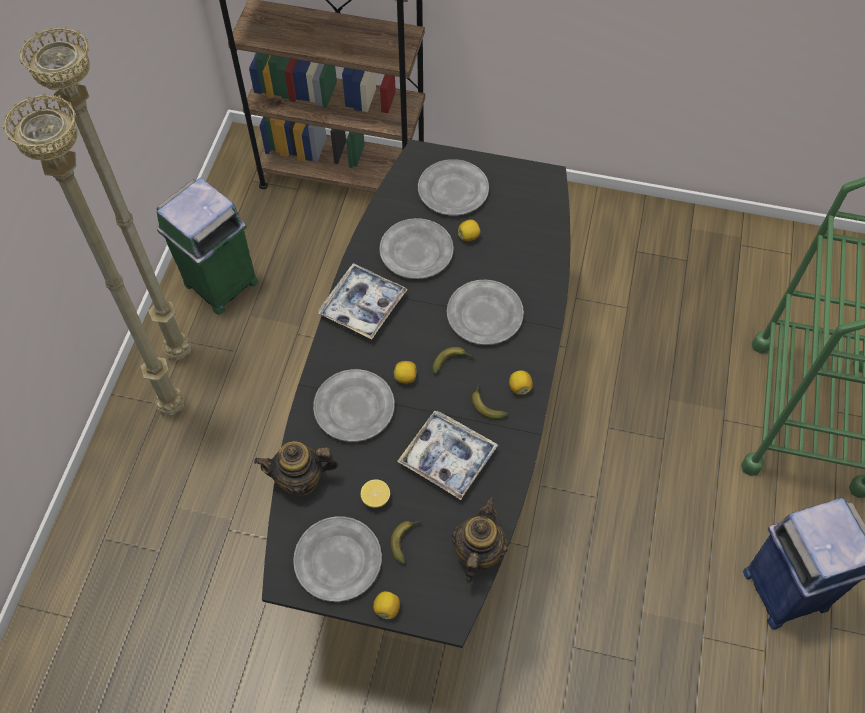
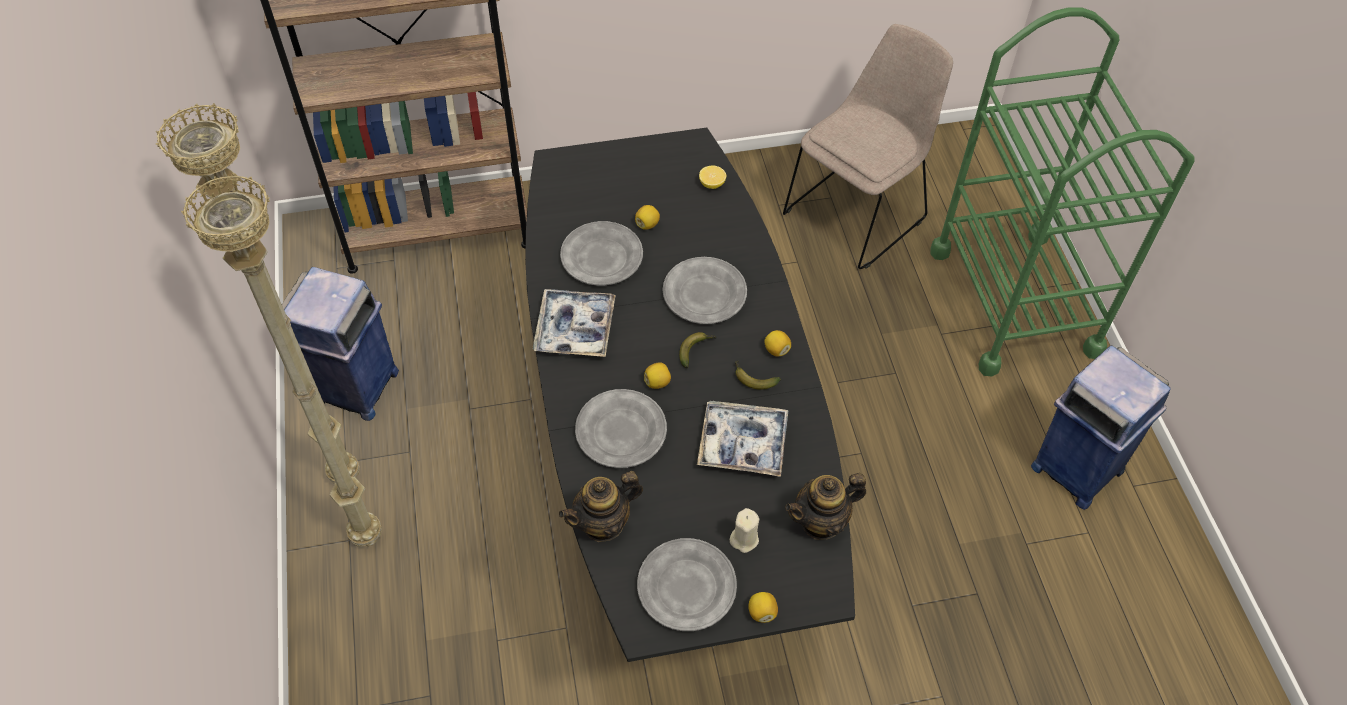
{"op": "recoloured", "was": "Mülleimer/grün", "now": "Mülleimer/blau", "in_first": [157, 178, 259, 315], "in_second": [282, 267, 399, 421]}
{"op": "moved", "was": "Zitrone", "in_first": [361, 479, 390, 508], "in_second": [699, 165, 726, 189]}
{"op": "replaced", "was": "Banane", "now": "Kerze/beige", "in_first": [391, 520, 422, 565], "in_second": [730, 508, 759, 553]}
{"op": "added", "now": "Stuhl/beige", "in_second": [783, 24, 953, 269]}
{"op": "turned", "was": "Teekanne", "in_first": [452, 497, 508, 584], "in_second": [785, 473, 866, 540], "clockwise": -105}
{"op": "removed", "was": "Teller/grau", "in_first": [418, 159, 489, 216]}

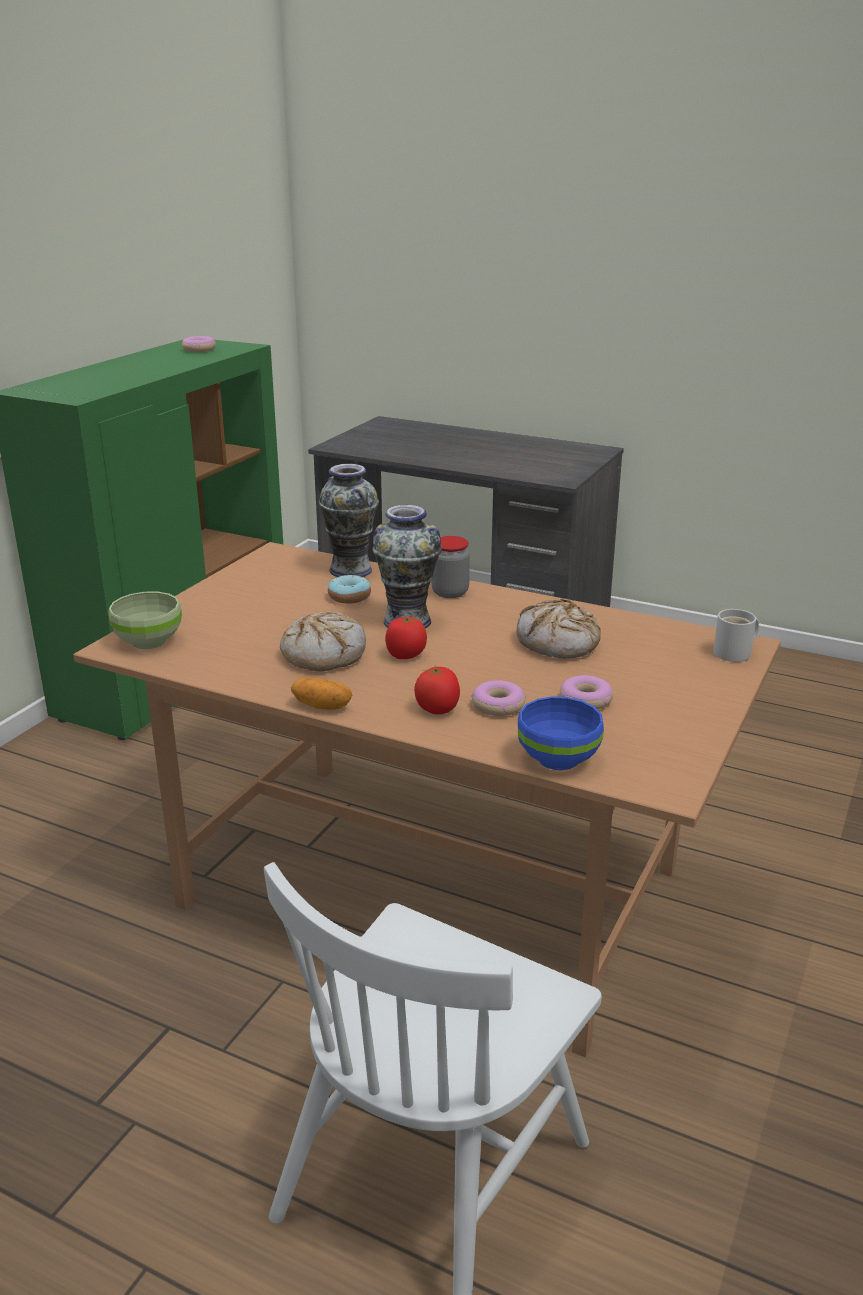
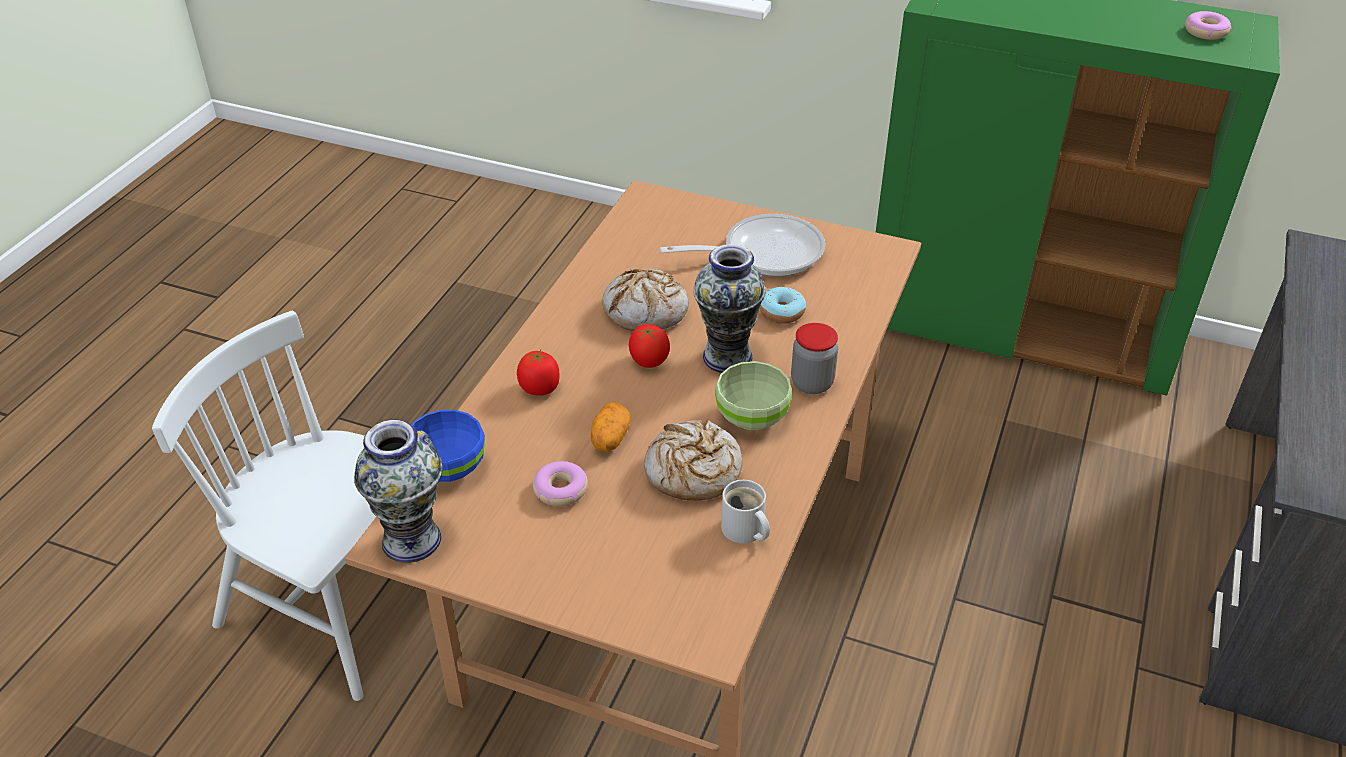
{"op": "moved", "was": "Vase", "in_first": [319, 464, 379, 577], "in_second": [354, 420, 442, 563]}
{"op": "moved", "was": "Kartoffel", "in_first": [291, 677, 352, 710], "in_second": [591, 402, 631, 452]}
{"op": "added", "now": "Pfanne", "in_second": [660, 214, 825, 276]}
{"op": "moved", "was": "Schüssel/grün", "in_first": [109, 592, 182, 649], "in_second": [715, 361, 792, 430]}
{"op": "moved", "was": "Henkelbecher/weiß", "in_first": [713, 609, 759, 662], "in_second": [721, 480, 770, 544]}
{"op": "removed", "was": "Donut", "in_first": [472, 680, 526, 716]}

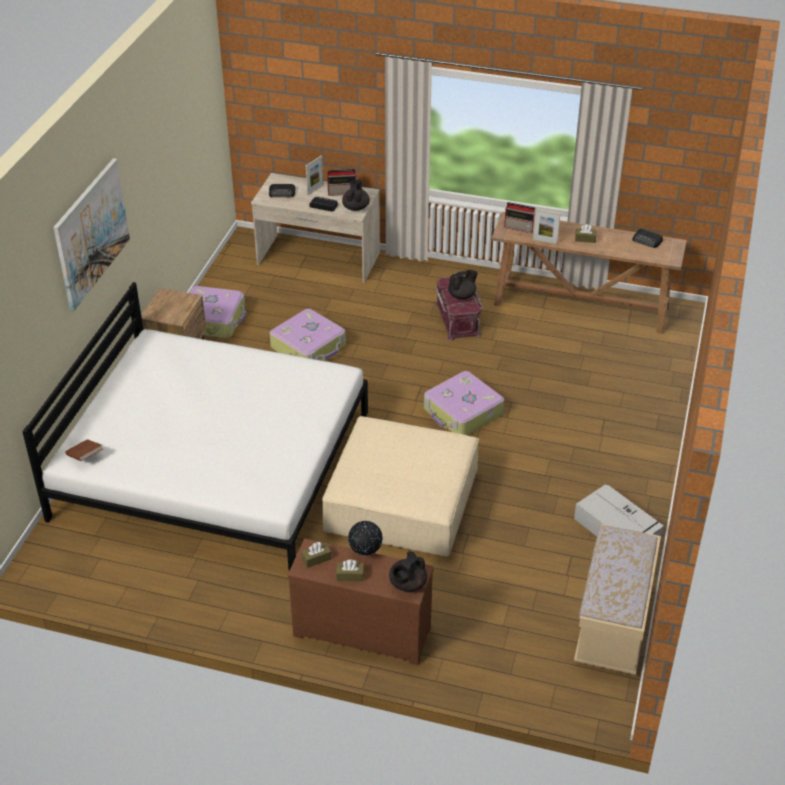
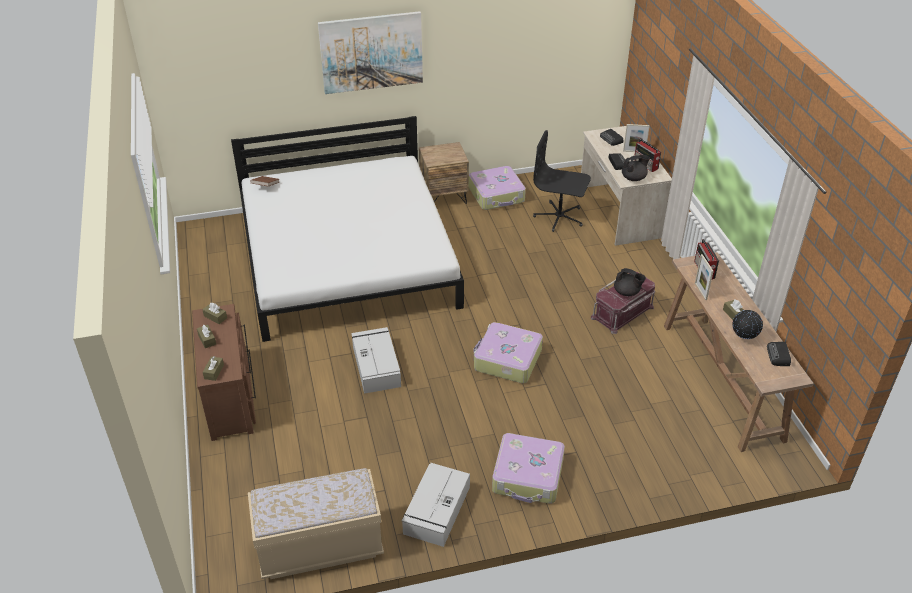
{"op": "replaced", "was": "Teekanne/schwarz", "now": "Taschentuchbox/braun", "in_first": [389, 551, 427, 592], "in_second": [203, 356, 224, 381]}
{"op": "replaced", "was": "Polsterhocker/beige", "now": "Aufbewahrungsbox/grau", "in_first": [322, 416, 479, 557], "in_second": [351, 327, 401, 394]}
{"op": "moved", "was": "Koffer", "in_first": [270, 309, 346, 361], "in_second": [492, 433, 565, 504]}
{"op": "added", "now": "Bürostuhl/schwarz", "in_second": [533, 130, 591, 232]}
{"op": "moved", "was": "Globus", "in_first": [348, 521, 383, 556], "in_second": [733, 310, 763, 339]}

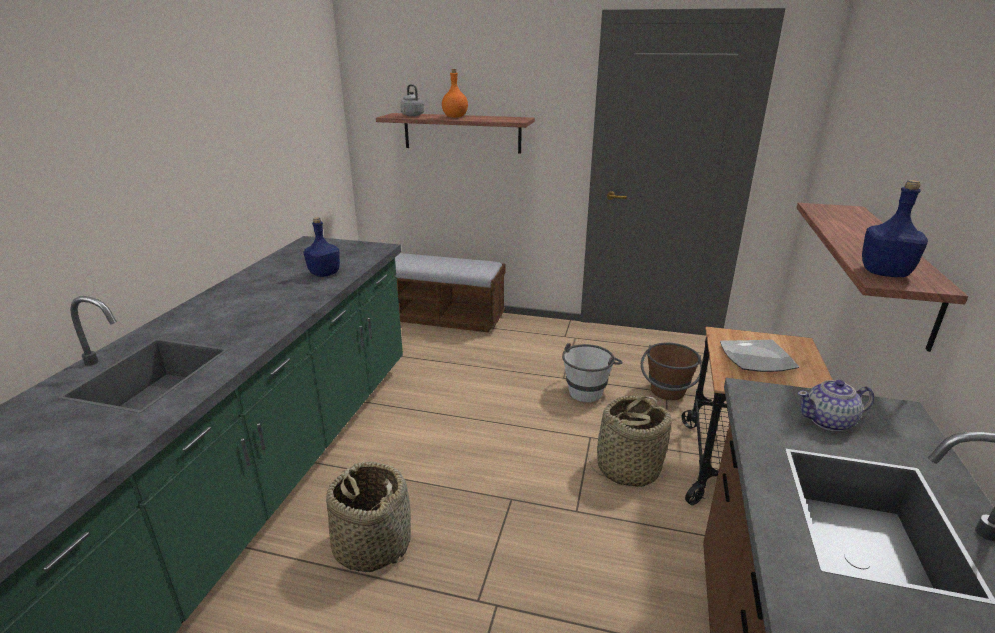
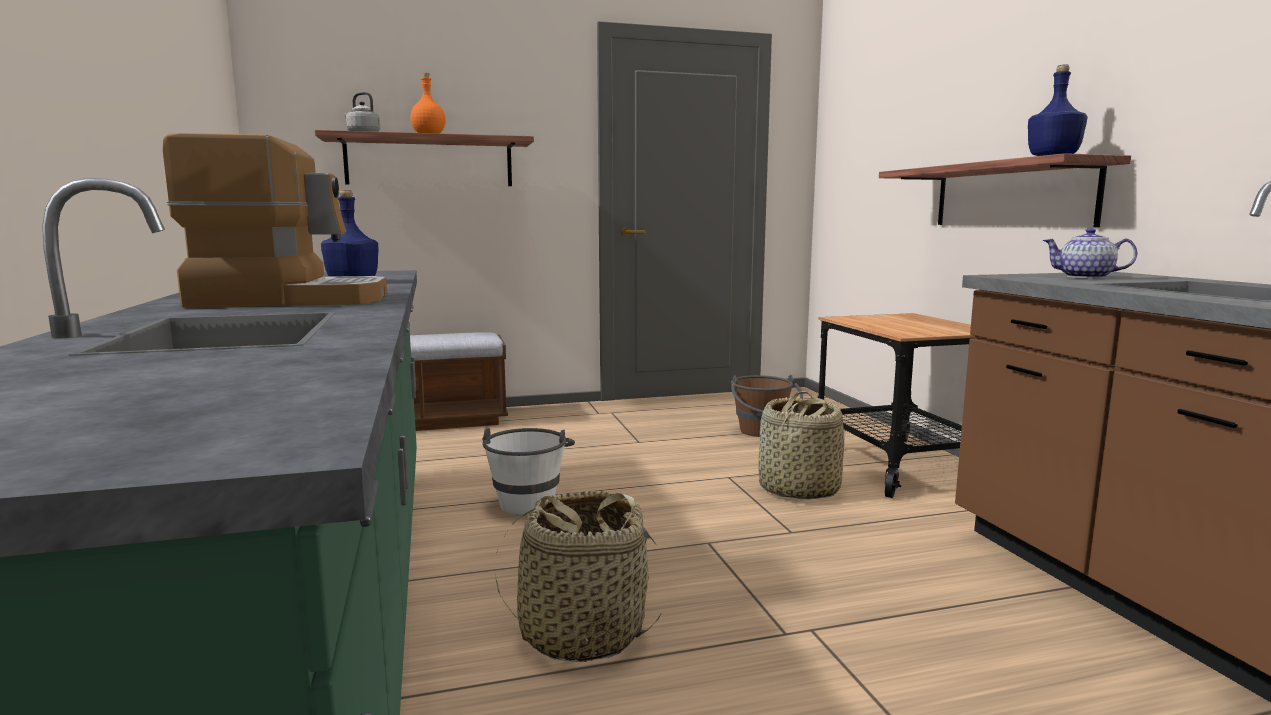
{"op": "added", "now": "Kaffeemaschine", "in_second": [163, 133, 387, 308]}
{"op": "moved", "was": "Eimer/weiß", "in_first": [562, 343, 623, 402], "in_second": [482, 428, 575, 515]}
{"op": "turned", "was": "Teekanne", "in_first": [798, 380, 874, 432], "in_second": [1043, 228, 1138, 279], "clockwise": 60}
{"op": "removed", "was": "Teller", "in_first": [720, 340, 799, 372]}

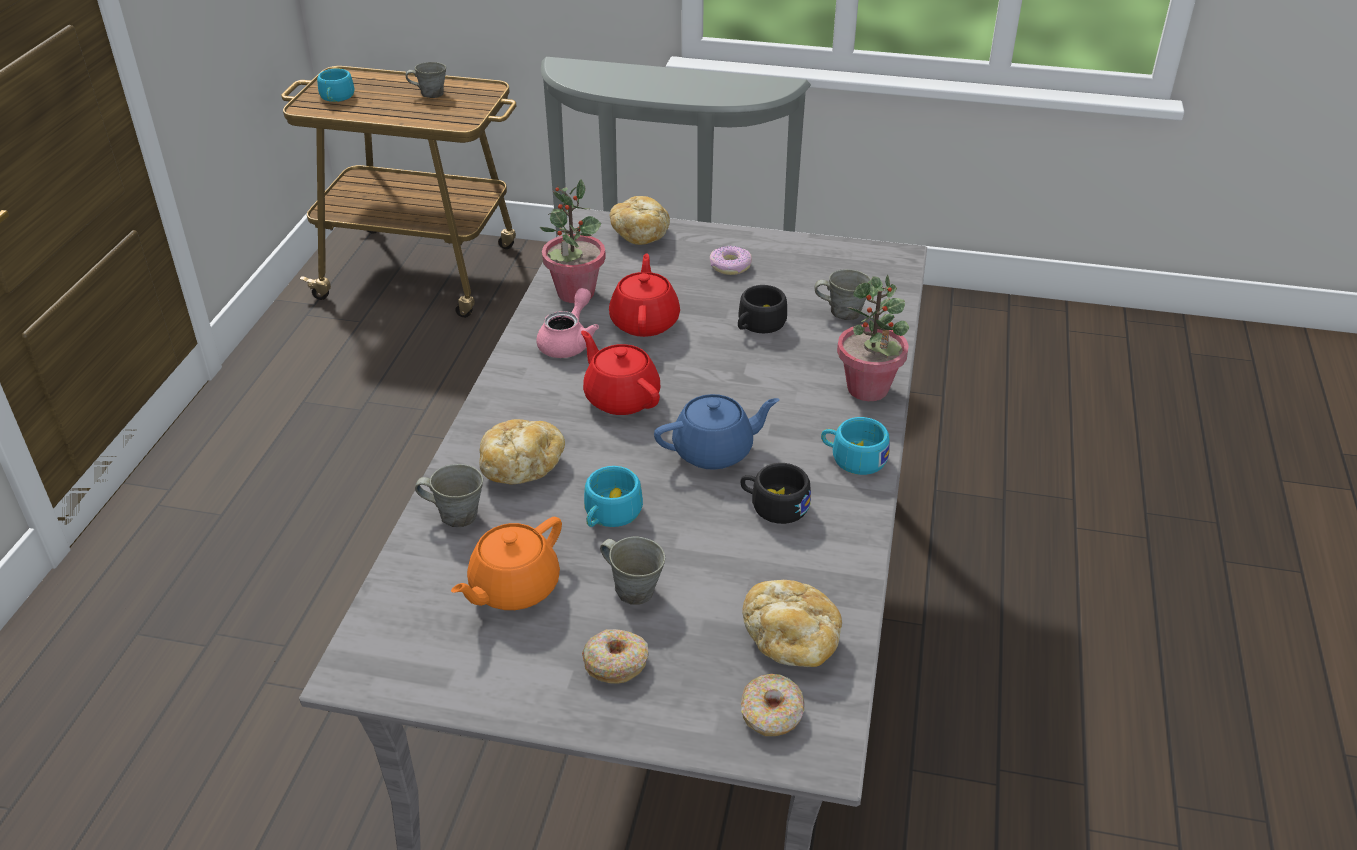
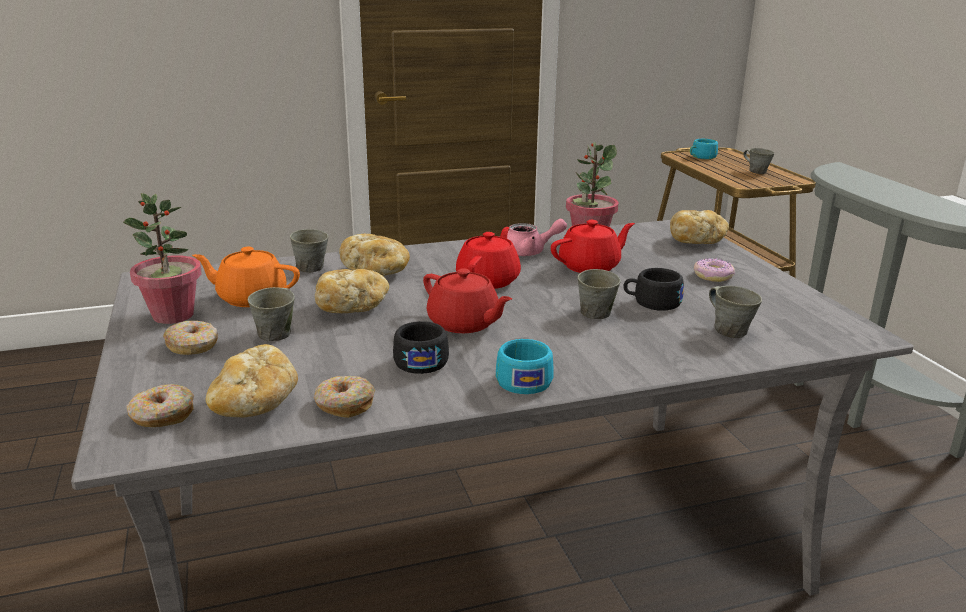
{"op": "moved", "was": "Topfpflanze", "in_first": [837, 274, 909, 401], "in_second": [123, 193, 201, 324]}
{"op": "added", "now": "Donut", "in_second": [314, 376, 375, 418]}
{"op": "replaced", "was": "Tasse/türkis", "now": "Brot", "in_first": [584, 466, 643, 527], "in_second": [315, 269, 389, 313]}
{"op": "recoloured", "was": "Teekanne/blau", "now": "Teekanne/rot", "in_first": [654, 394, 779, 470], "in_second": [423, 268, 512, 333]}
{"op": "added", "now": "Henkelbecher/grau", "in_second": [578, 269, 621, 319]}

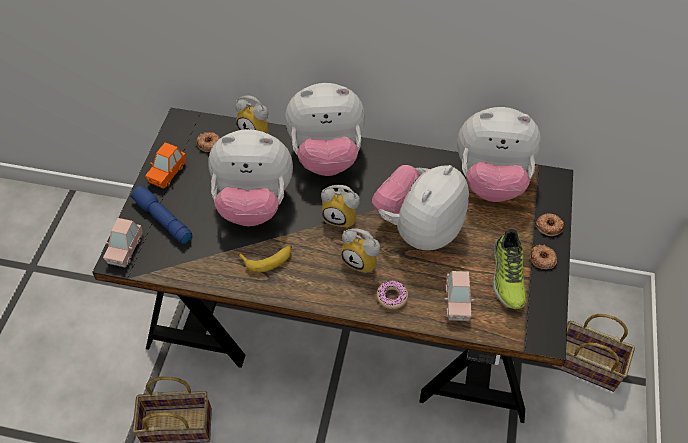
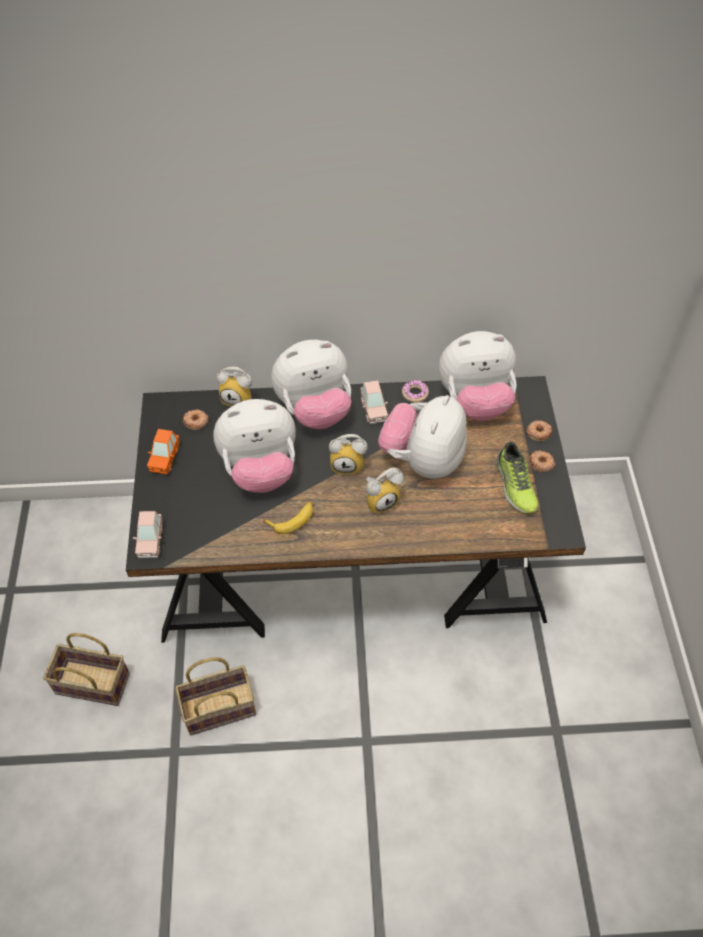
{"op": "moved", "was": "Korb", "in_first": [552, 314, 635, 392], "in_second": [43, 633, 130, 706]}
{"op": "moved", "was": "Spielzeugauto/rosa", "in_first": [444, 271, 475, 321], "in_second": [360, 380, 388, 424]}
{"op": "turned", "was": "Wecker", "in_first": [341, 228, 380, 273], "in_second": [366, 467, 404, 515], "clockwise": -45}
{"op": "moved", "was": "Donut", "in_first": [377, 281, 408, 309], "in_second": [402, 380, 429, 403]}
{"op": "removed", "was": "Taschenlampe/blau", "in_first": [130, 186, 193, 244]}

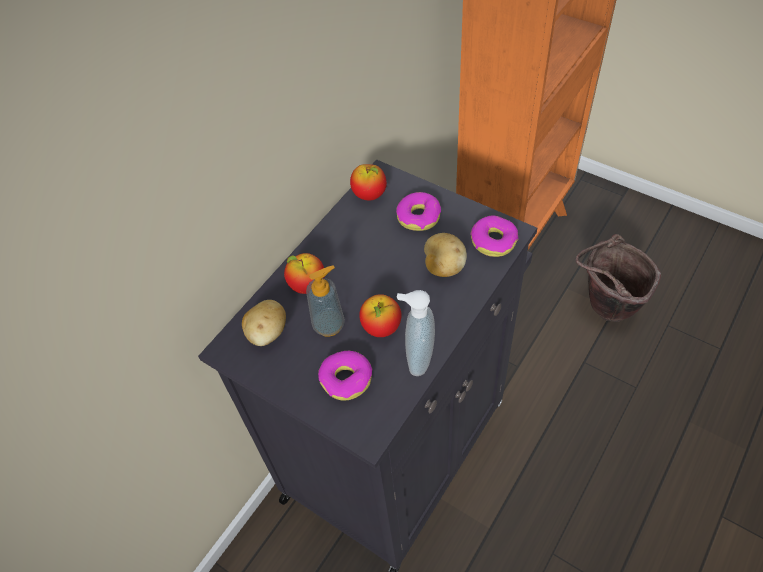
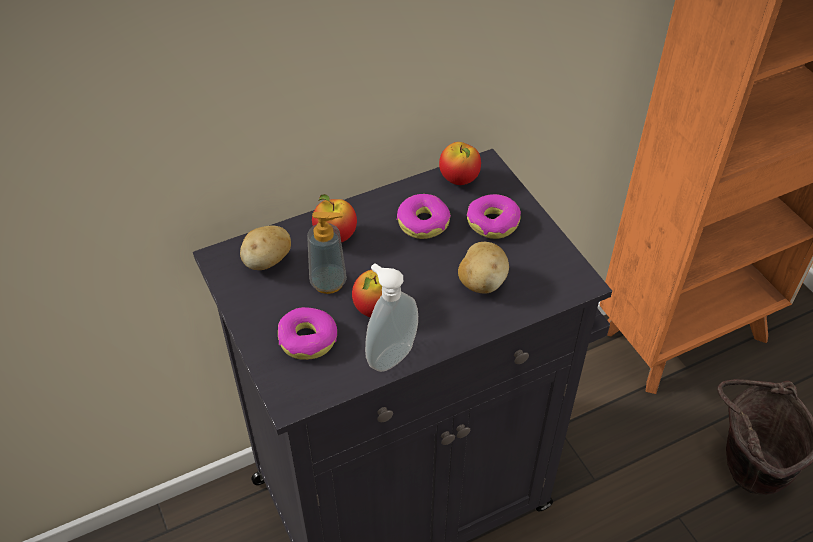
{"op": "moved", "was": "Donut", "in_first": [470, 216, 518, 257], "in_second": [397, 194, 451, 239]}

